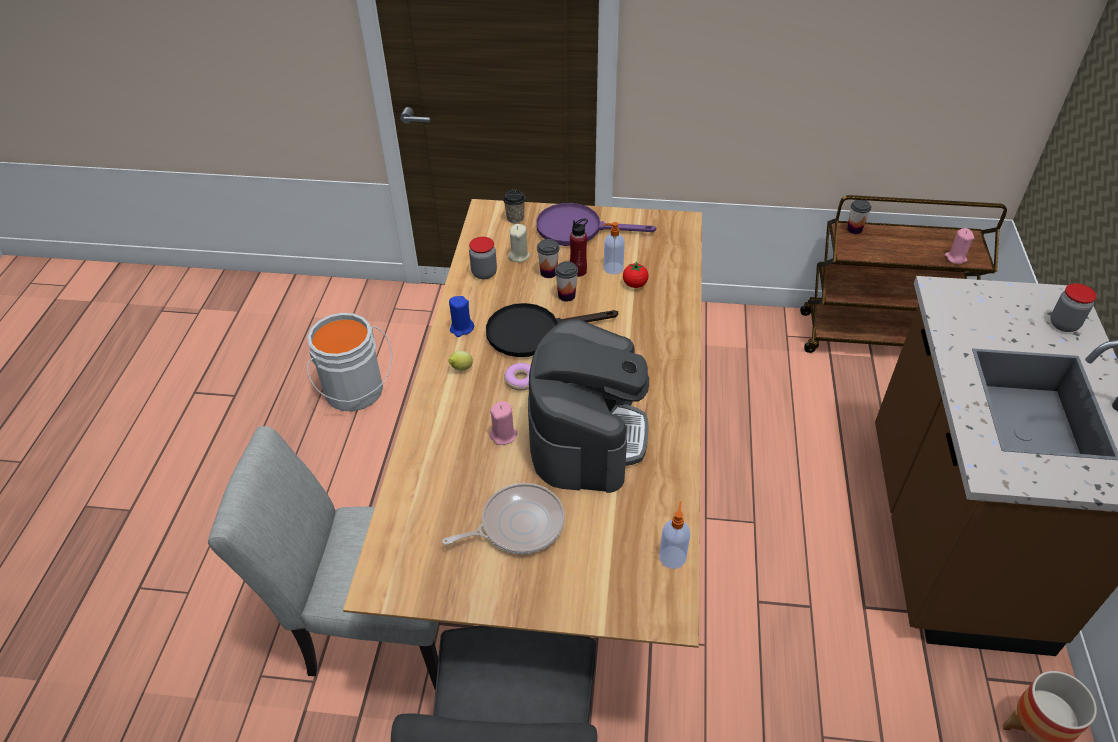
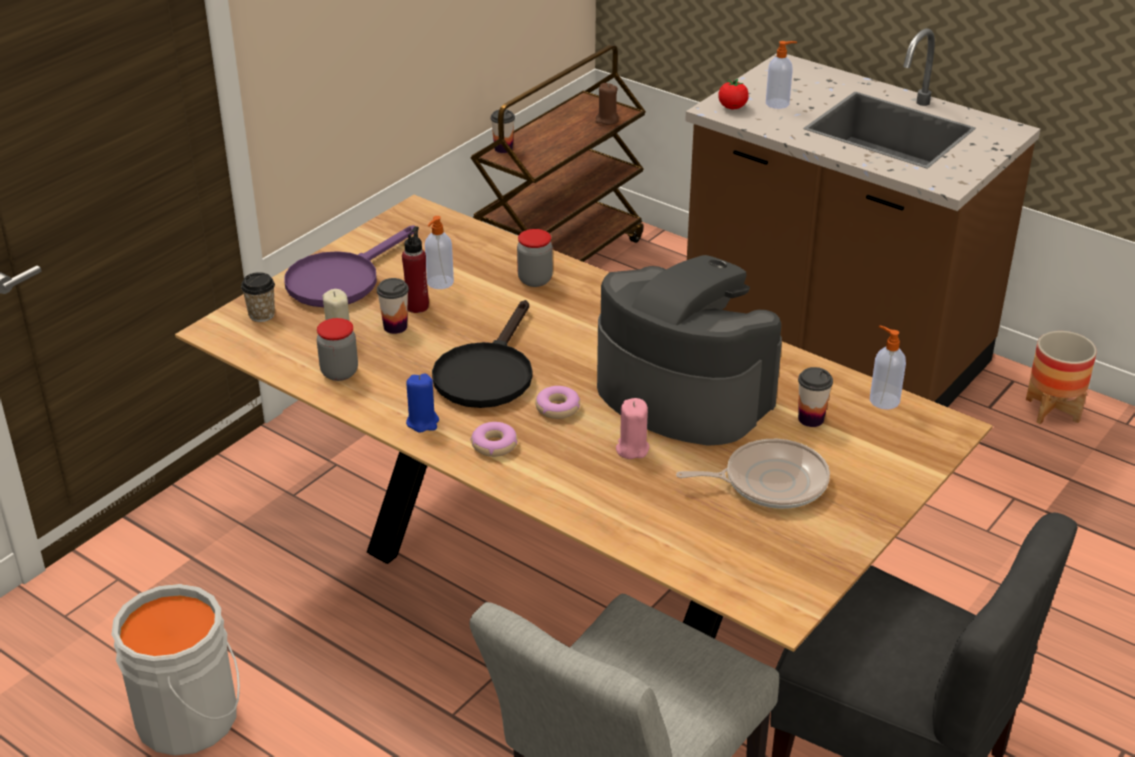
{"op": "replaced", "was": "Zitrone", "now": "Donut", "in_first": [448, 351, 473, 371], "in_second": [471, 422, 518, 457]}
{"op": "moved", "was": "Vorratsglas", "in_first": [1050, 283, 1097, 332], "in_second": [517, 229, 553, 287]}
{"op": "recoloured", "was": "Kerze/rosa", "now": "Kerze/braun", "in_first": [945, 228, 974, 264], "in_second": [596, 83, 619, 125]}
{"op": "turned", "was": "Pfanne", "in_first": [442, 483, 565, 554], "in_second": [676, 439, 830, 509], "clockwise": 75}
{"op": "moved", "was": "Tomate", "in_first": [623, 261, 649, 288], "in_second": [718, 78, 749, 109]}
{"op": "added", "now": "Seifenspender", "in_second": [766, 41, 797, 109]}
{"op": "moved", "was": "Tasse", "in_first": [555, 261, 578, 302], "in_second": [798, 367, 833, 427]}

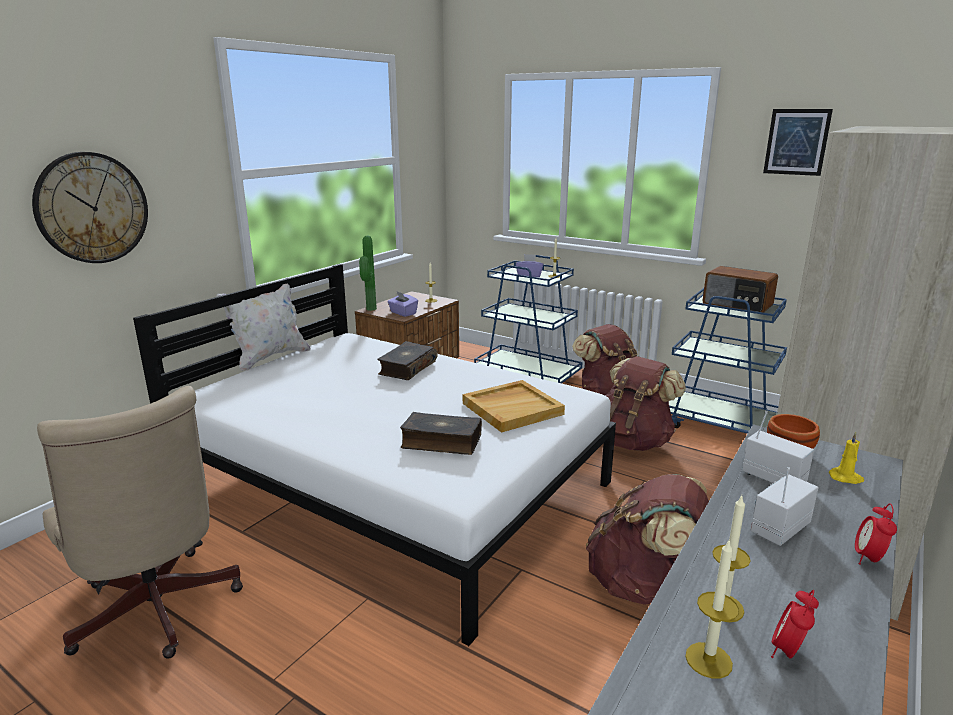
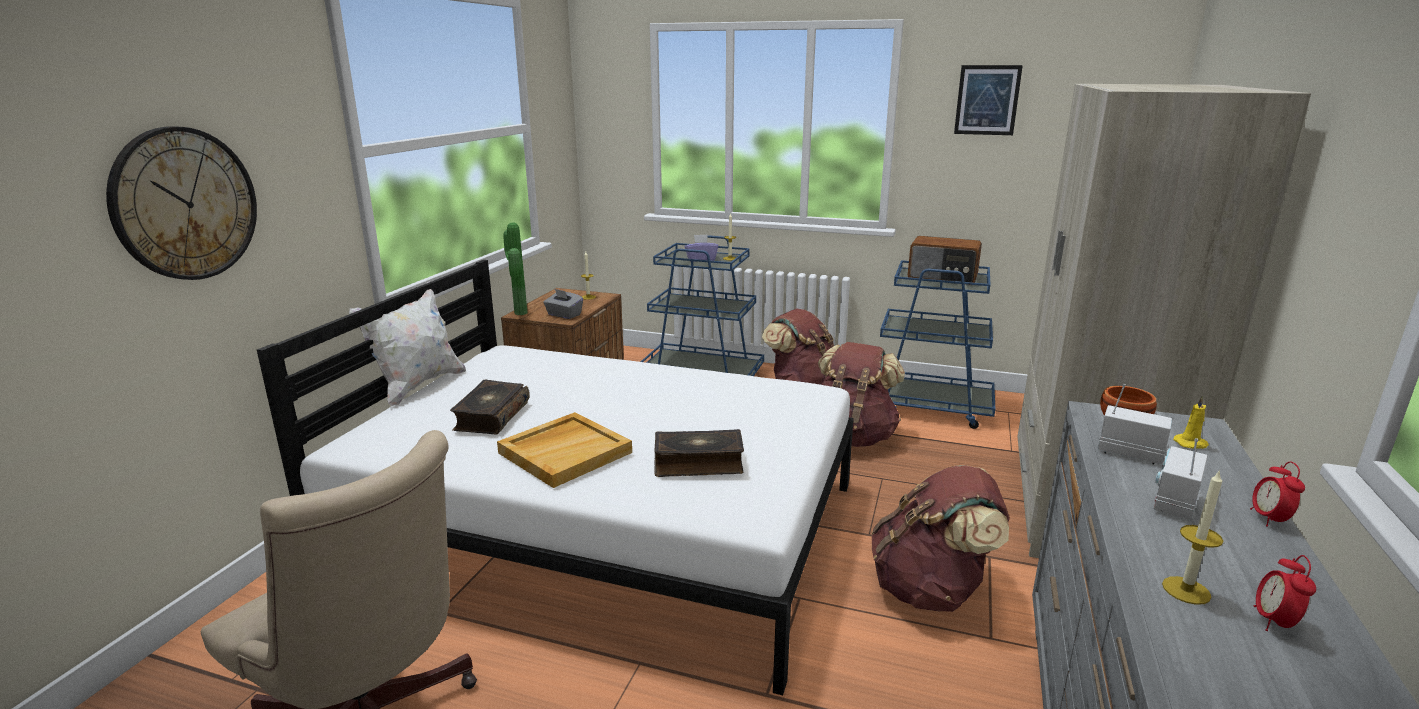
{"op": "moved", "was": "Buch", "in_first": [377, 341, 437, 380], "in_second": [450, 379, 530, 435]}
{"op": "moved", "was": "Tablett/beige", "in_first": [463, 380, 565, 433], "in_second": [497, 412, 632, 488]}
{"op": "recoloured", "was": "Taschentuchbox/lila", "now": "Taschentuchbox/grau", "in_first": [388, 292, 418, 317], "in_second": [543, 288, 583, 319]}
{"op": "removed", "was": "Kerze", "in_first": [685, 539, 739, 679]}

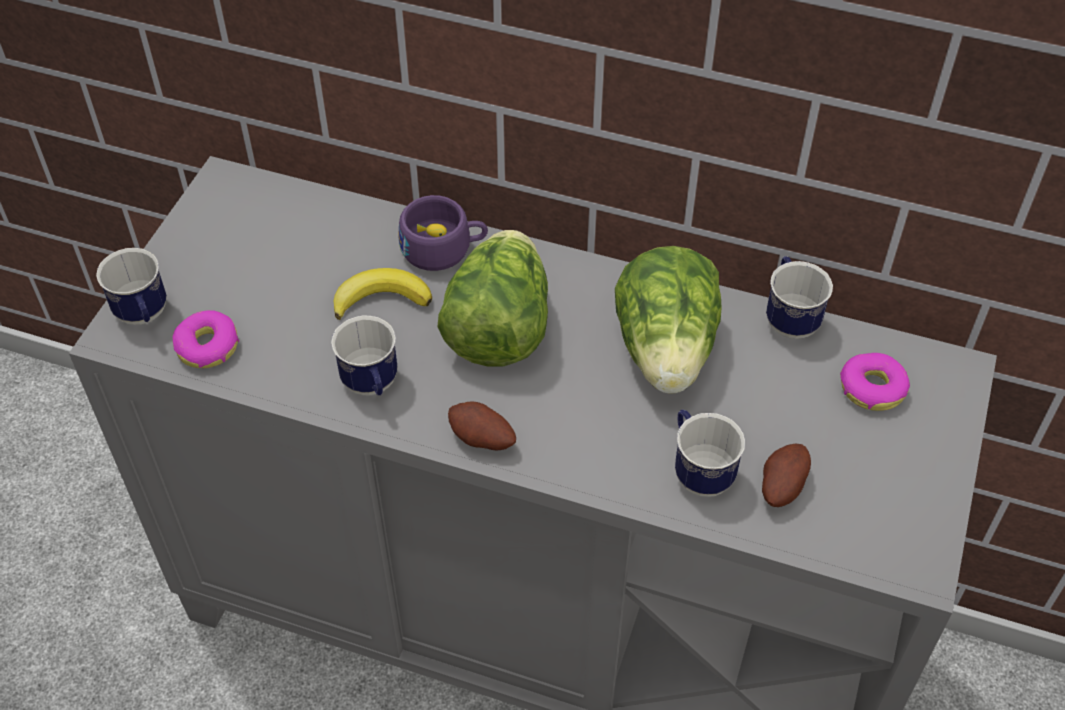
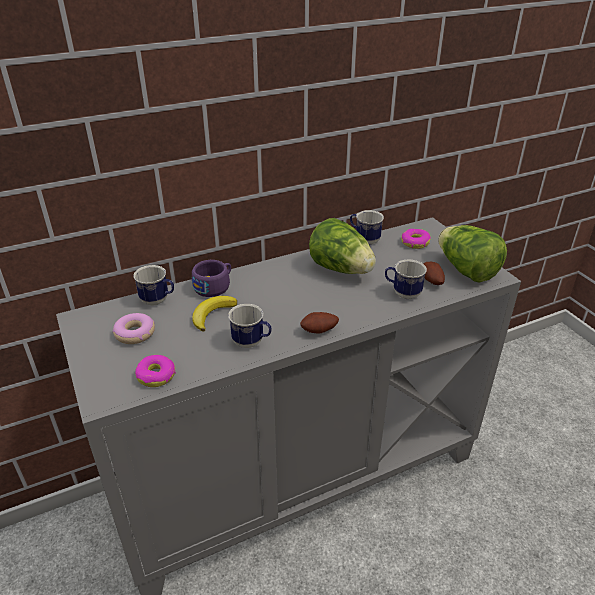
{"op": "added", "now": "Donut", "in_second": [112, 313, 155, 344]}
{"op": "moved", "was": "Henkelbecher", "in_first": [96, 248, 167, 325], "in_second": [133, 265, 174, 306]}
{"op": "moved", "was": "Salatkopf", "in_first": [437, 230, 548, 367], "in_second": [438, 225, 507, 283]}

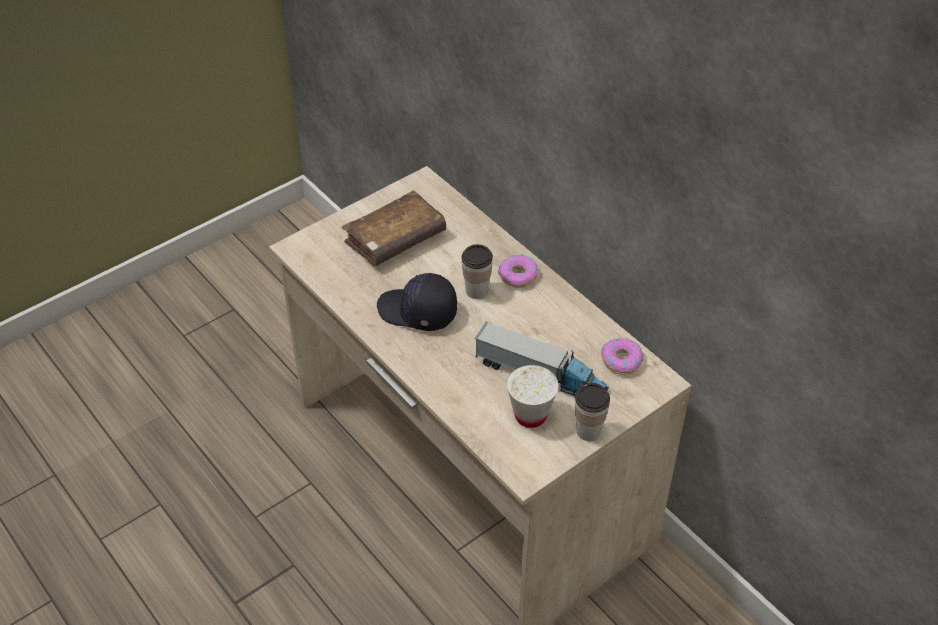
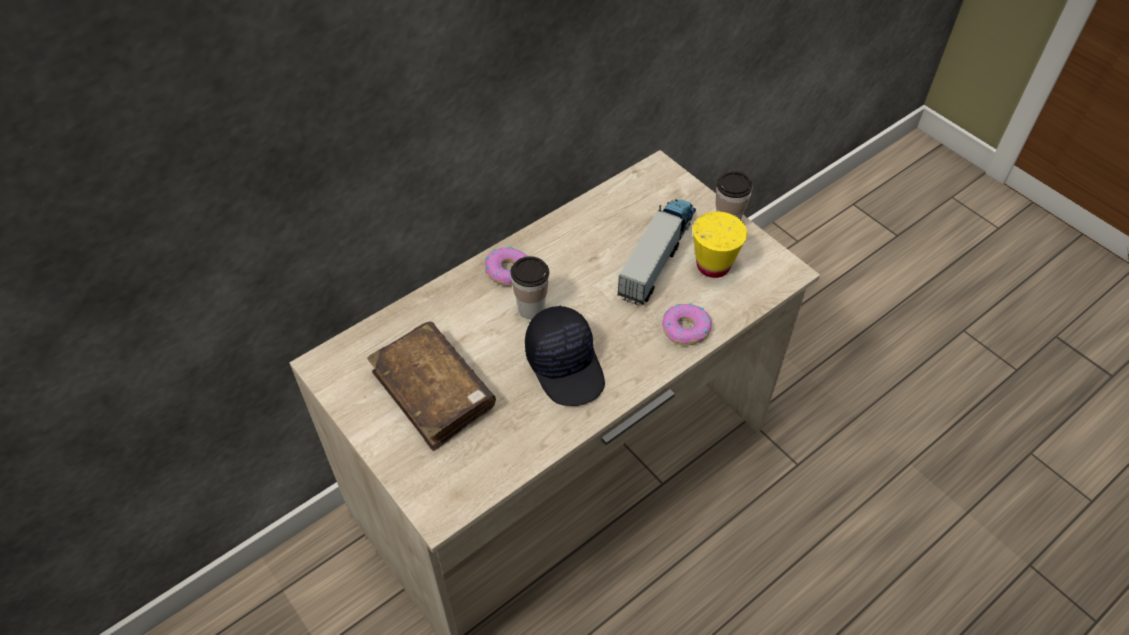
{"op": "turned", "was": "Kappe/schwarz", "in_first": [377, 273, 457, 331], "in_second": [525, 306, 605, 406], "clockwise": -45}
{"op": "moved", "was": "Donut", "in_first": [601, 338, 643, 375], "in_second": [662, 303, 712, 345]}
{"op": "recoloured", "was": "Tasse/weiß", "now": "Tasse/gelb", "in_first": [507, 365, 559, 428], "in_second": [693, 212, 747, 278]}

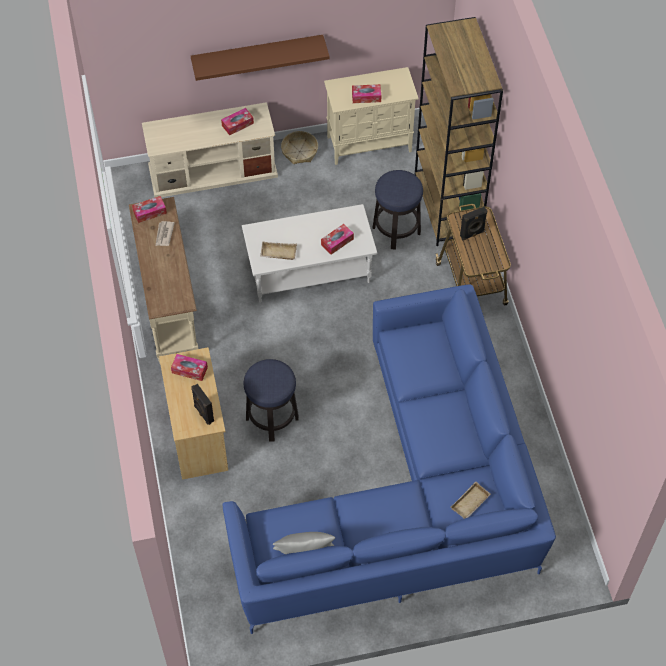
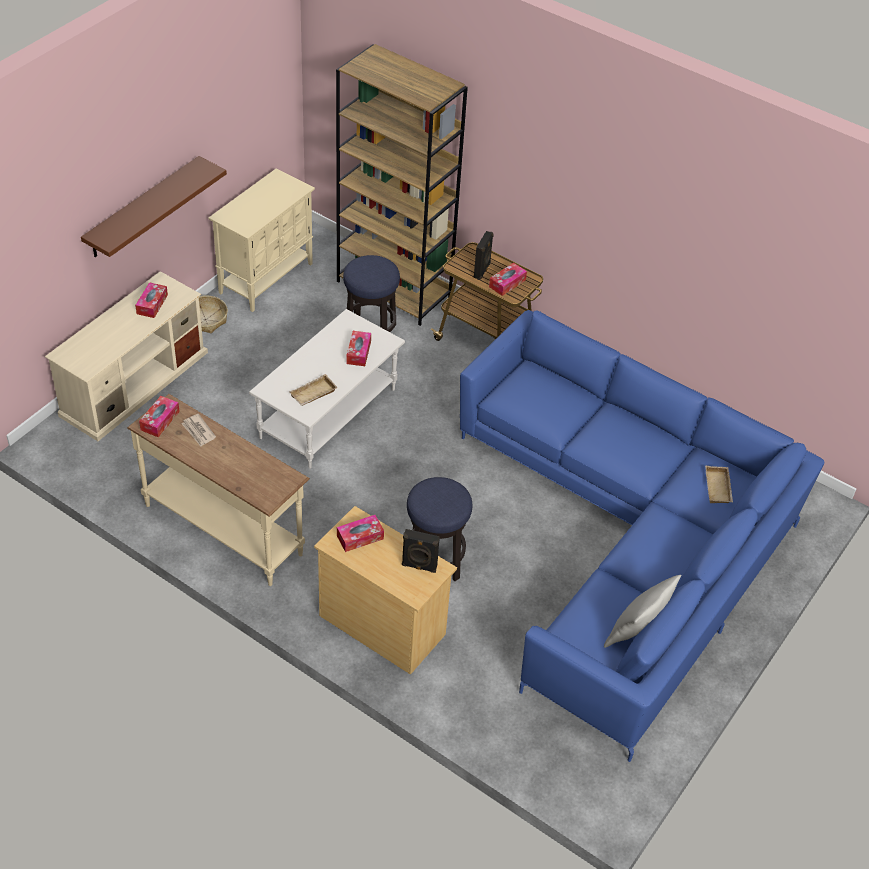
{"op": "moved", "was": "Taschentuchbox", "in_first": [352, 84, 381, 103], "in_second": [489, 263, 527, 296]}

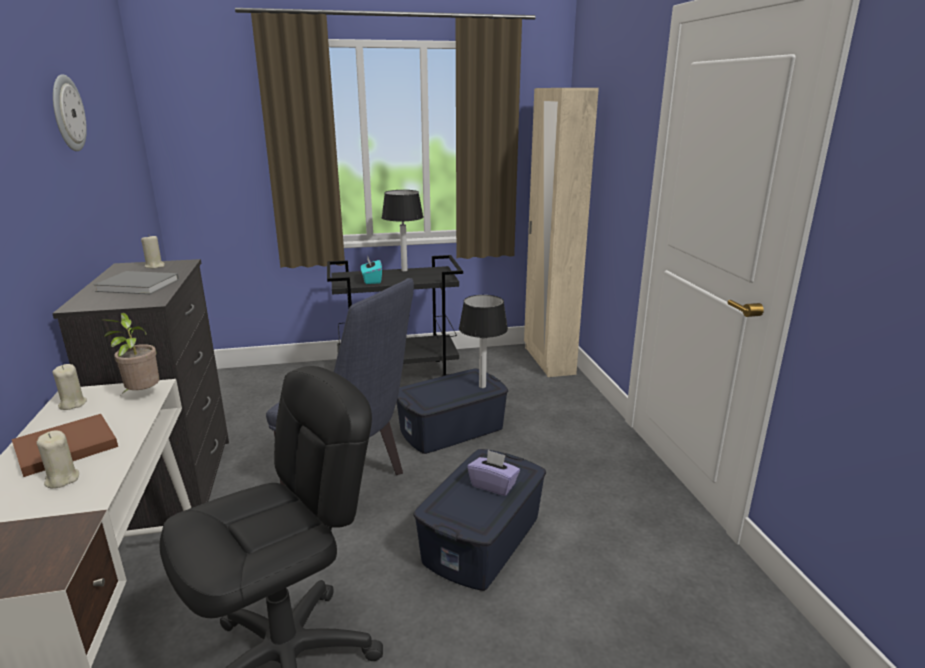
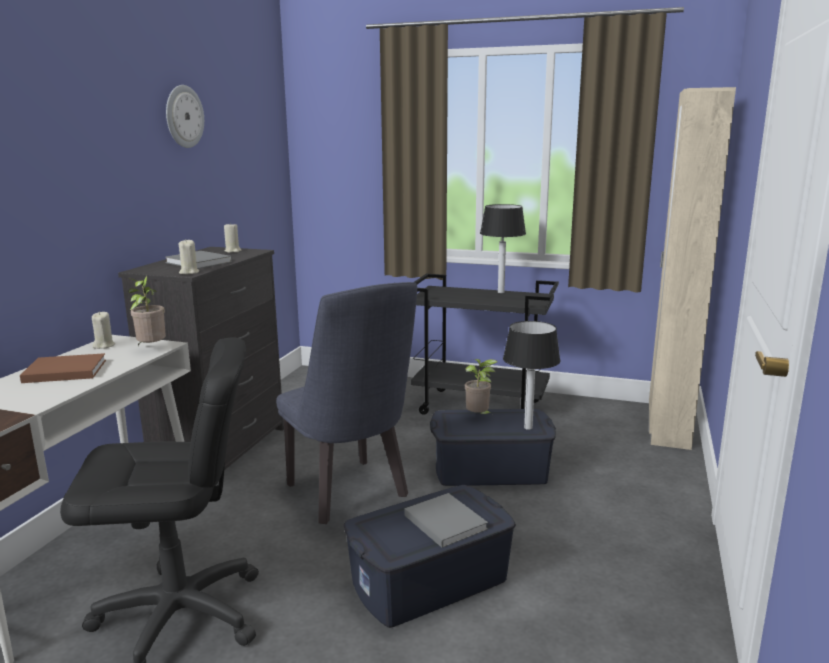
{"op": "moved", "was": "Kerze/beige", "in_first": [36, 430, 79, 488], "in_second": [179, 239, 199, 274]}
{"op": "replaced", "was": "Taschentuchbox/lila", "now": "Buch/grau", "in_first": [467, 450, 520, 496], "in_second": [404, 493, 488, 548]}
{"op": "added", "now": "Topfpflanze", "in_second": [465, 359, 498, 414]}
{"op": "removed", "was": "Taschentuchbox/türkis", "in_first": [361, 257, 382, 284]}

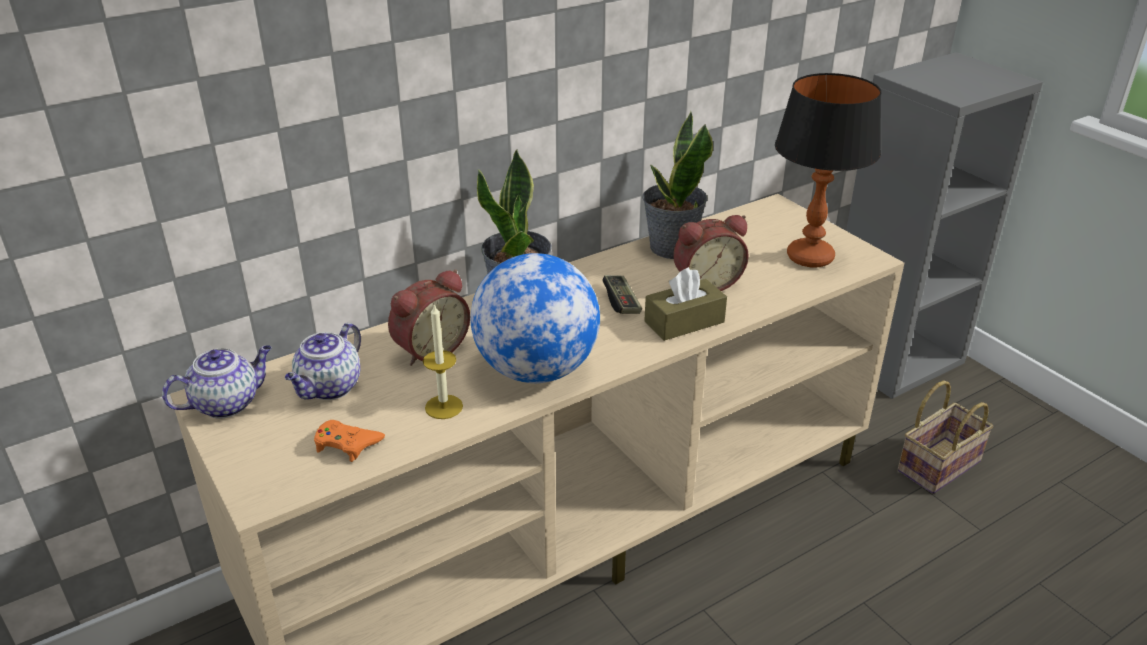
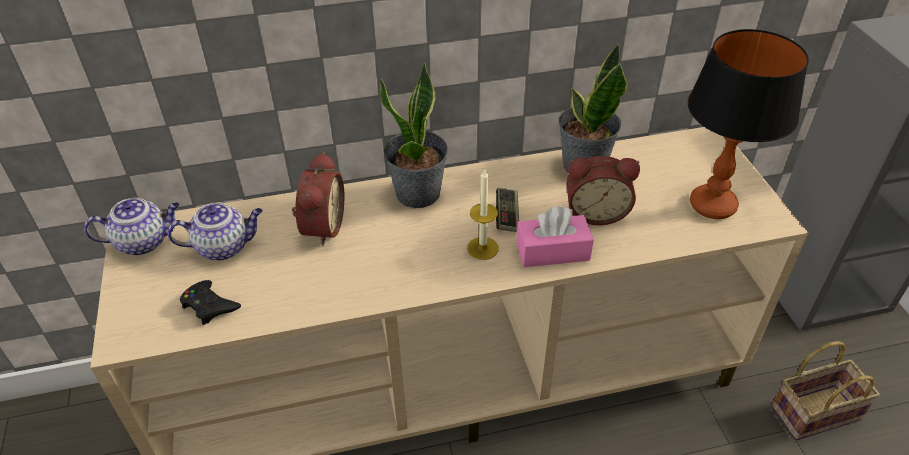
{"op": "turned", "was": "Teekanne", "in_first": [285, 323, 361, 400], "in_second": [167, 202, 263, 261], "clockwise": -150}
{"op": "recoloured", "was": "Gamepad/orange", "now": "Gamepad/schwarz", "in_first": [314, 420, 385, 462], "in_second": [180, 280, 241, 325]}
{"op": "turned", "was": "Wecker", "in_first": [388, 269, 470, 366], "in_second": [292, 152, 344, 246], "clockwise": -60}
{"op": "moved", "was": "Kerze", "in_first": [423, 304, 463, 419], "in_second": [467, 170, 499, 260]}
{"op": "recoloured", "was": "Taschentuchbox/braun", "now": "Taschentuchbox/rosa", "in_first": [644, 267, 727, 341], "in_second": [516, 206, 594, 267]}
{"op": "removed", "was": "Globus", "in_first": [470, 253, 600, 383]}

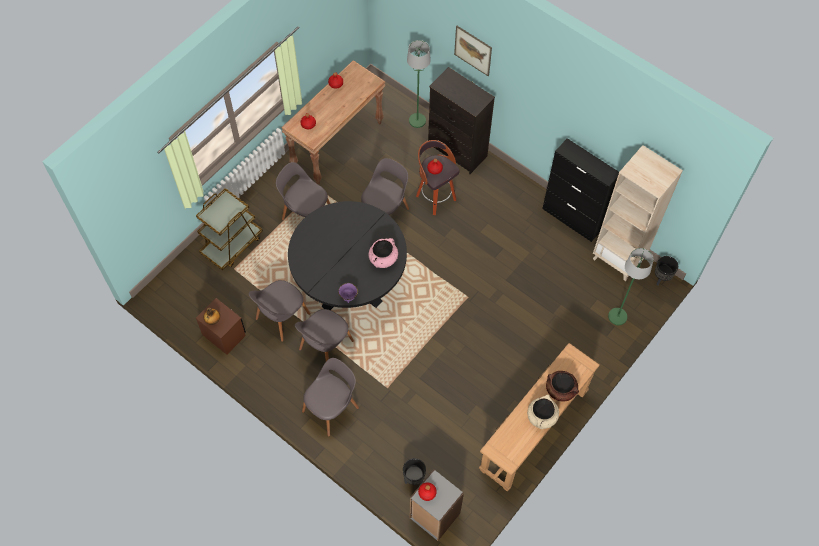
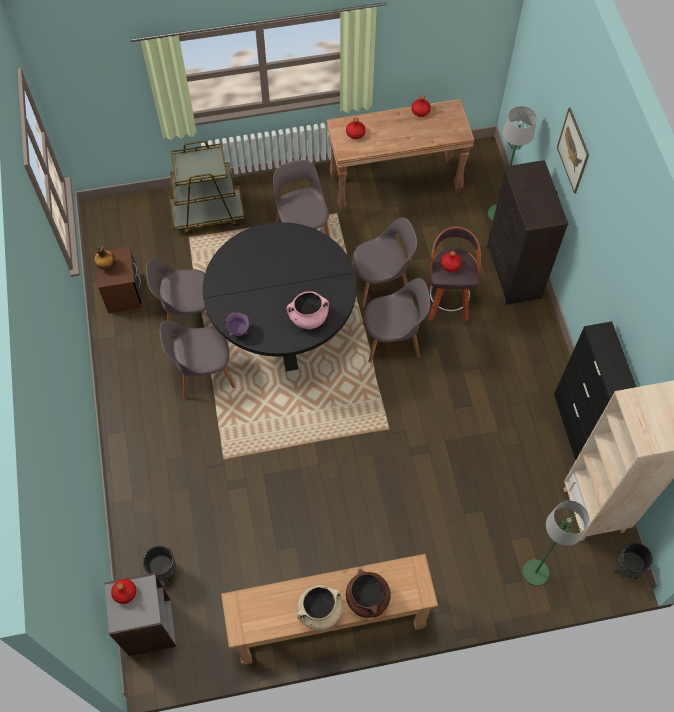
{"op": "moved", "was": "Stuhl/grau", "in_first": [302, 358, 359, 437], "in_second": [362, 278, 430, 363]}

